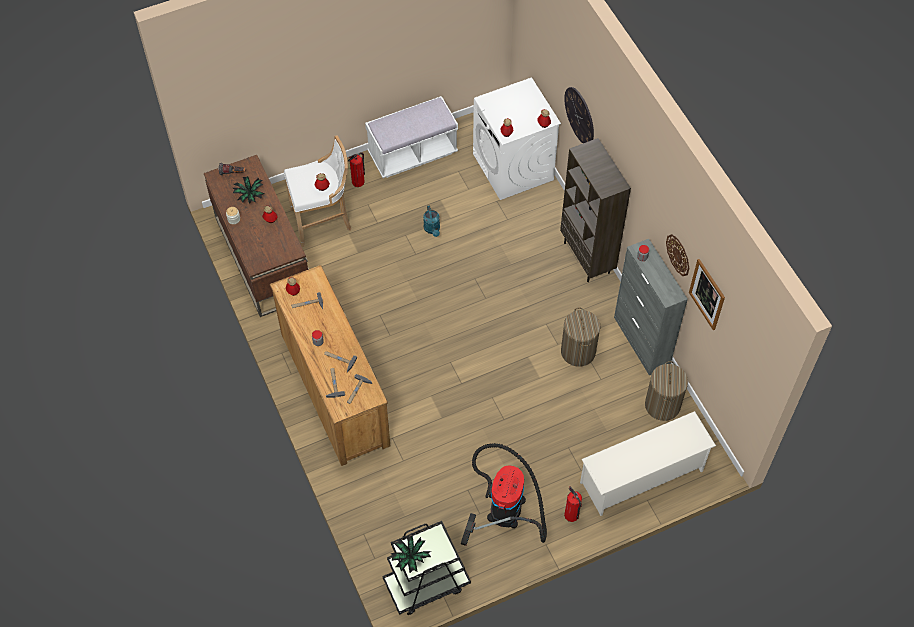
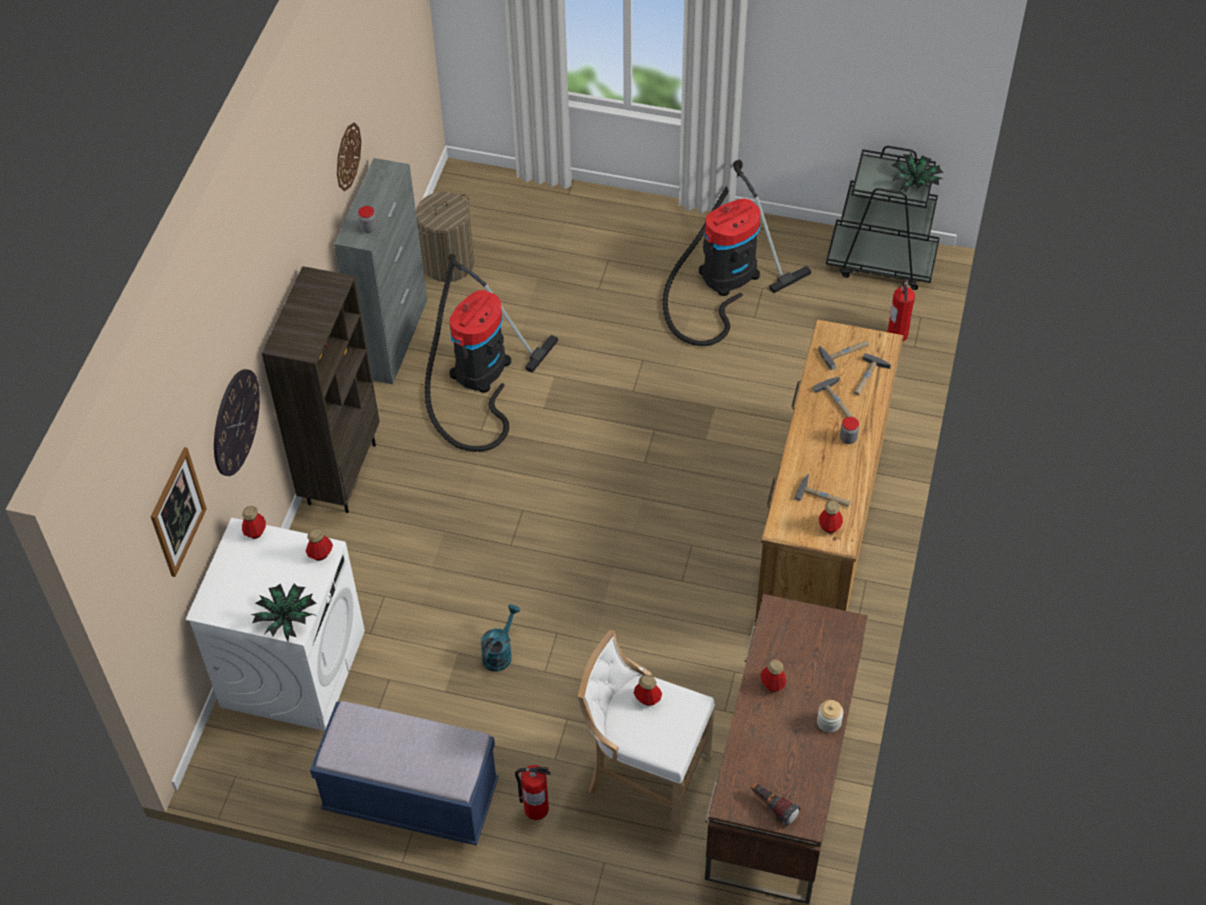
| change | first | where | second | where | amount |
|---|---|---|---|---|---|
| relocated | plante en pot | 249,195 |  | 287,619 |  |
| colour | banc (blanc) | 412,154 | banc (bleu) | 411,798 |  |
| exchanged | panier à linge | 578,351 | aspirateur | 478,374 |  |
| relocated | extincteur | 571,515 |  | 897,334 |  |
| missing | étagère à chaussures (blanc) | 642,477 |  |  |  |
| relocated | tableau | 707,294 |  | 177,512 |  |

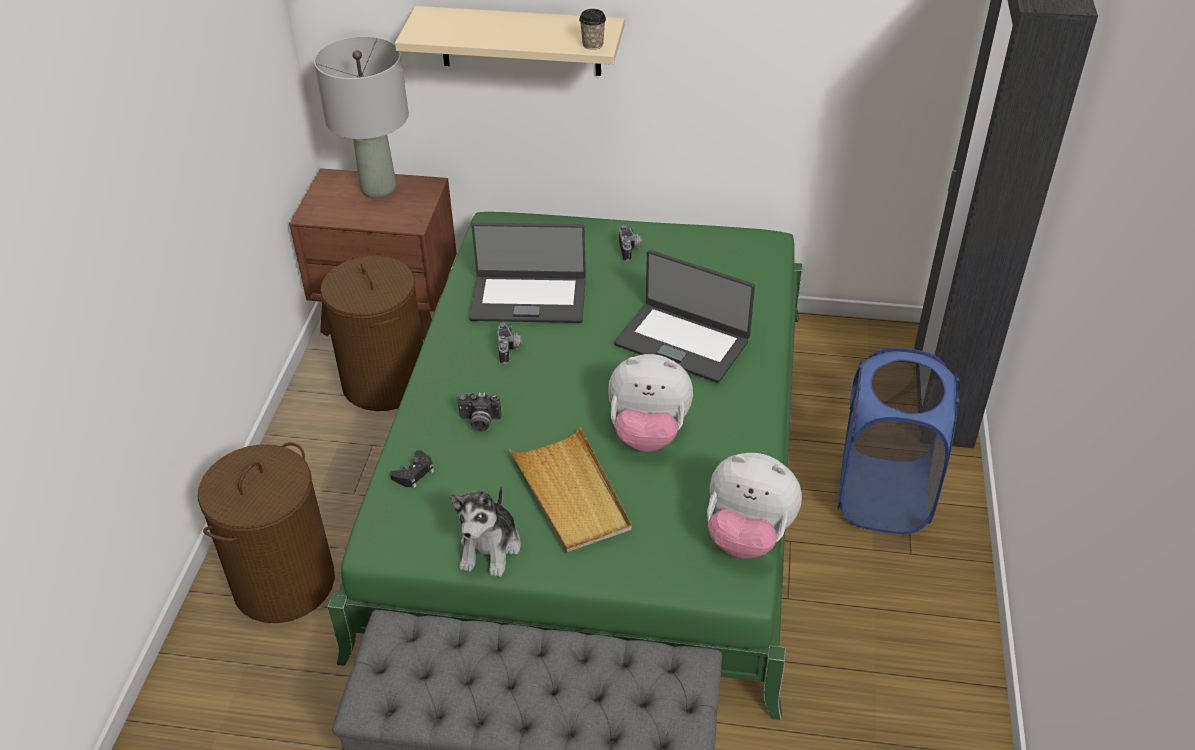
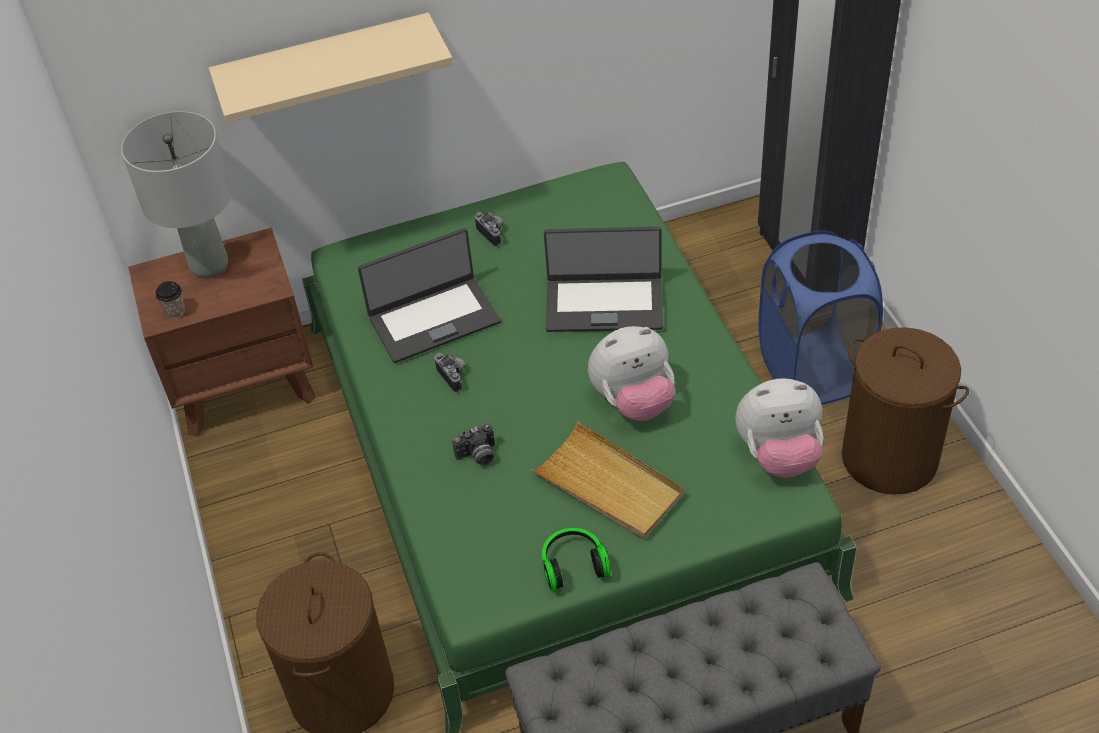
| change | first | where | second | where | amount |
|---|---|---|---|---|---|
| relocated | panier à linge (marron) | 385,382 |  | 890,458 |  |
| missing | manette (noir) | 414,473 |  |  |  |
| exchanged | peluche | 490,547 | casque audio | 573,565 |  |
| relocated | tasse | 593,45 |  | 175,312 |  |

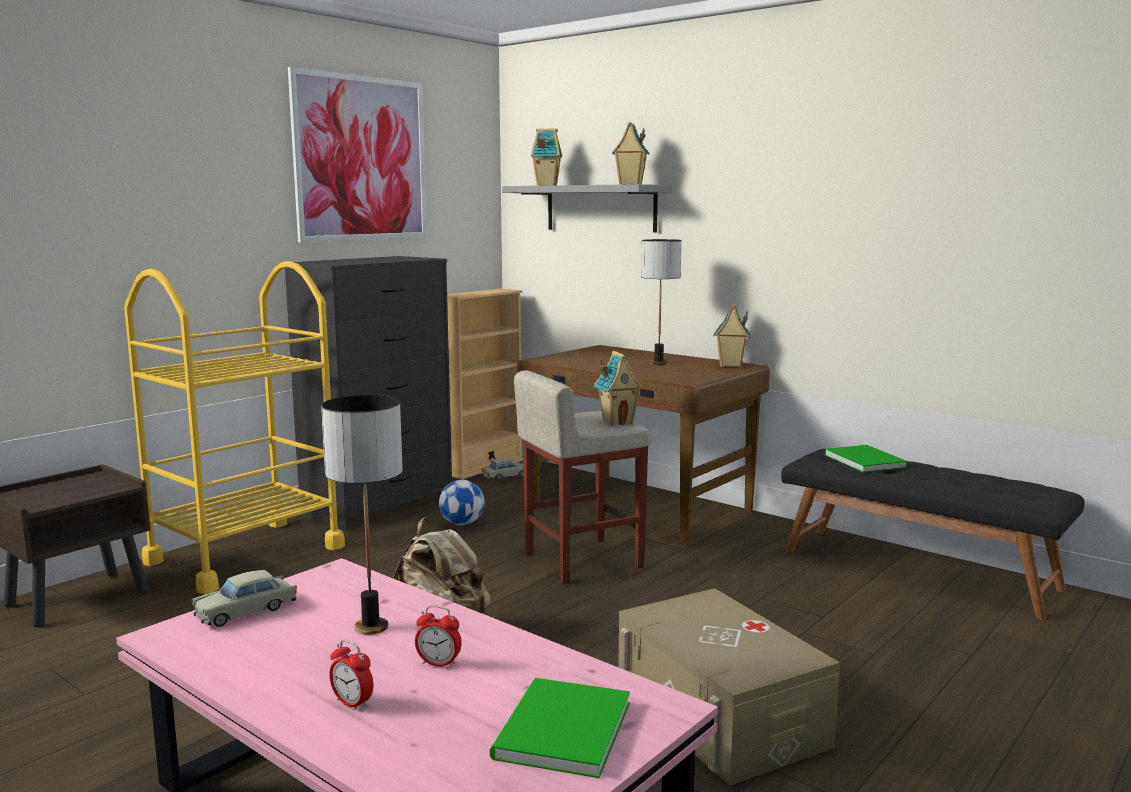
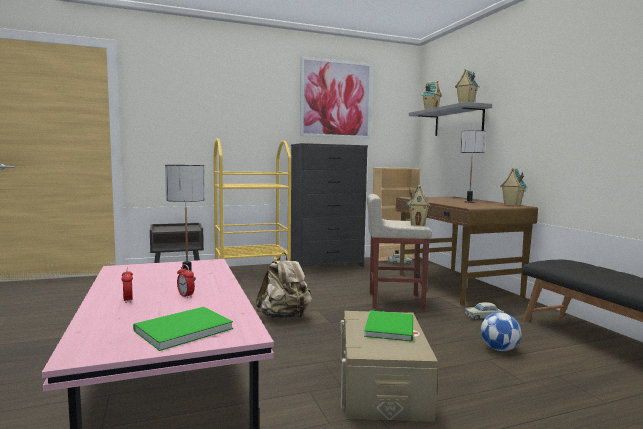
| change | first | where | second | where | amount |
|---|---|---|---|---|---|
| relocated | petite voiture (beige) | 246,611 |  | 483,317 |  |
| relocated | ballon de foot | 462,523 |  | 499,349 |  |
| relocated | livre (vert) | 865,460 |  | 391,327 |  |

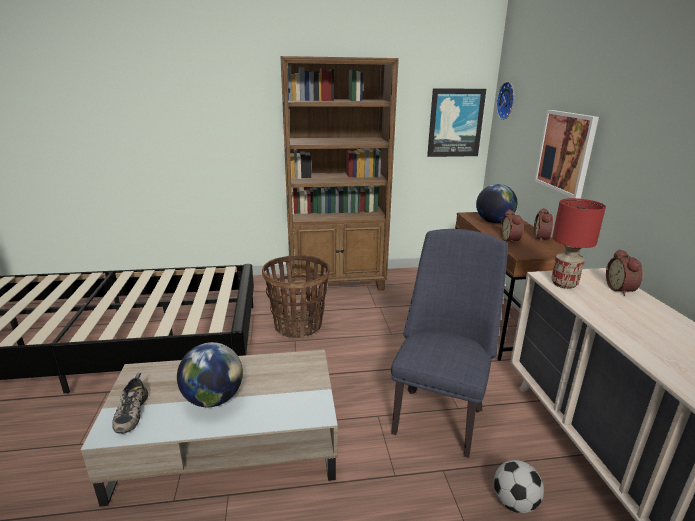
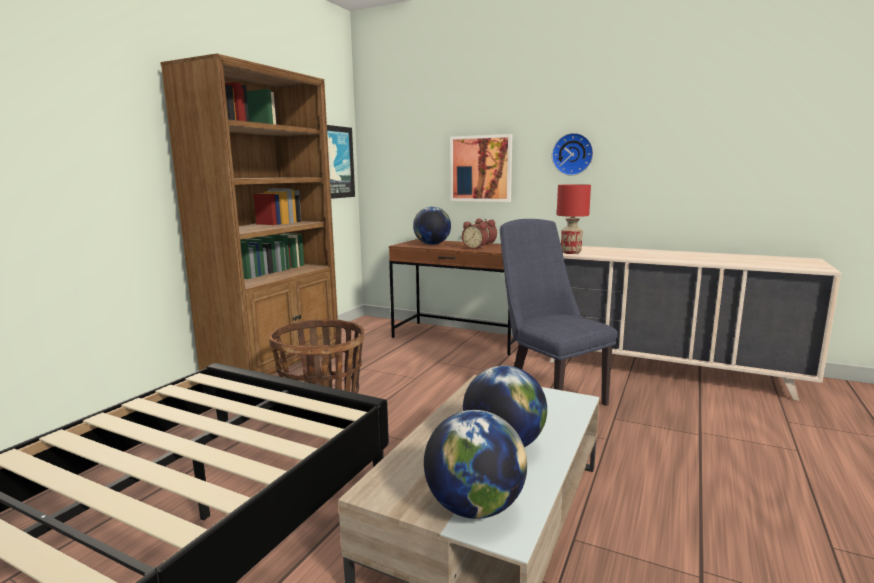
| change | first | where | second | where | amount |
|---|---|---|---|---|---|
| exchanged | chaussure | 130,411 | globe | 474,507 |  |
| missing | ballon de foot | 514,503 |  |  |  |
| relocated | horloge murale | 508,100 |  | 572,154 |  |
| missing | réveil | 621,289 |  |  |  |

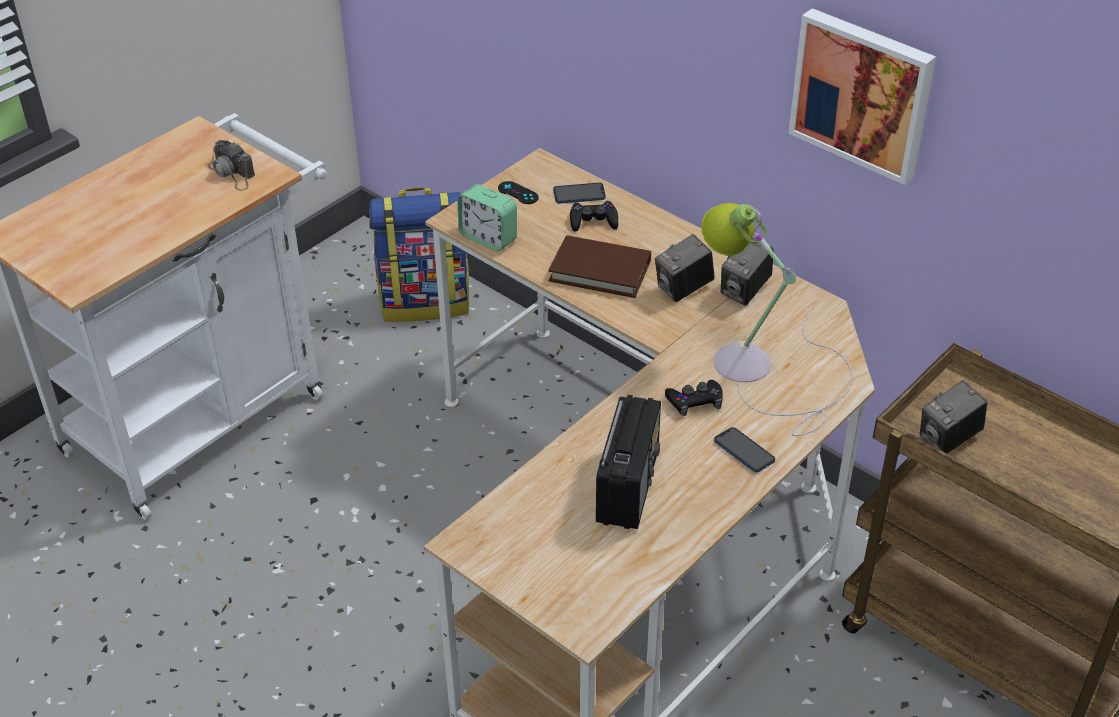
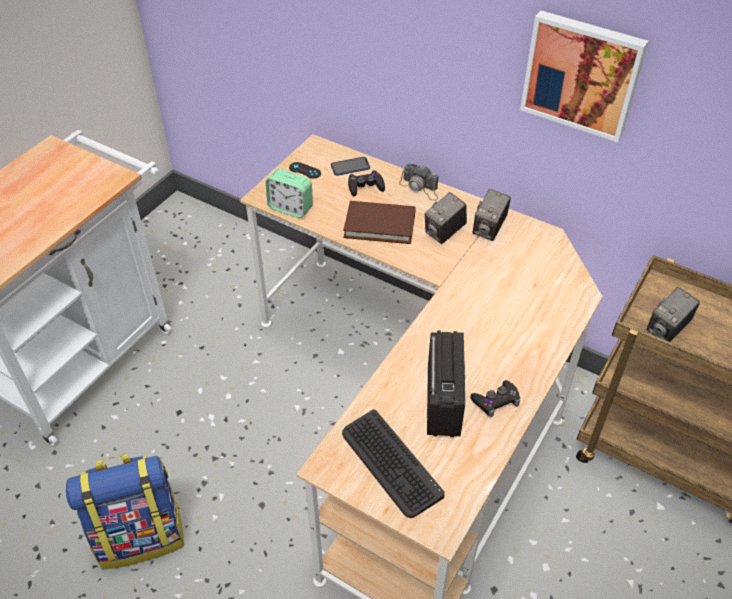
| change | first | where | second | where | amount |
|---|---|---|---|---|---|
| relocated | appareil photo | 232,173 |  | 420,188 |  |
| relocated | sac à dos | 425,301 |  | 141,536 |  |
| relocated | manette (noir) | 694,401 |  | 496,401 |  |
| missing | lampe de table | 765,369 |  |  |  |
| missing | téléphone | 744,451 |  |  |  |
| appeared |  |  | clavier | 390,463 |  |

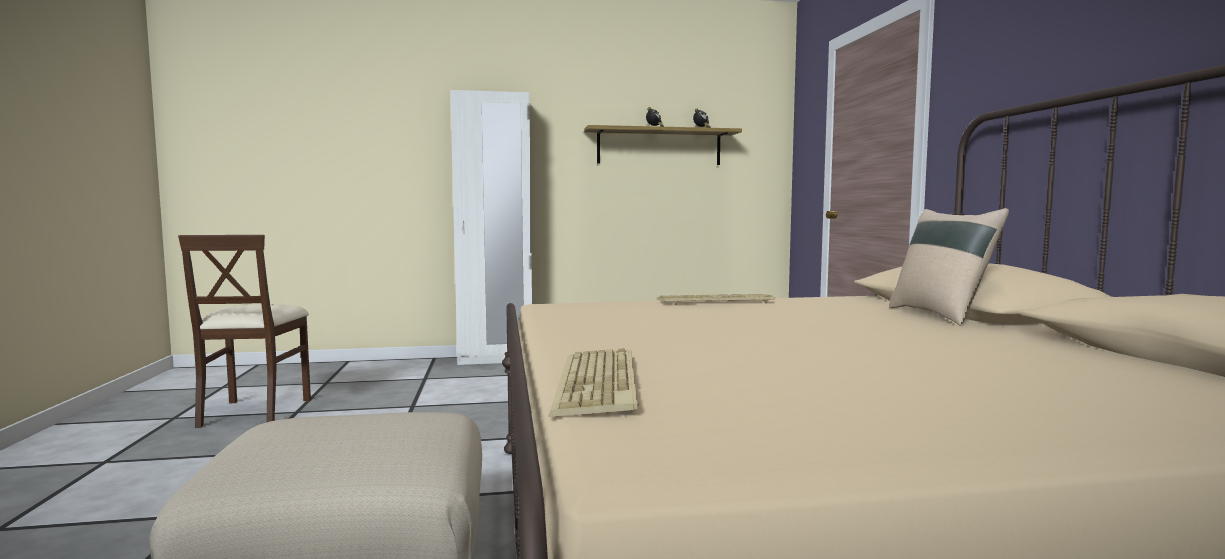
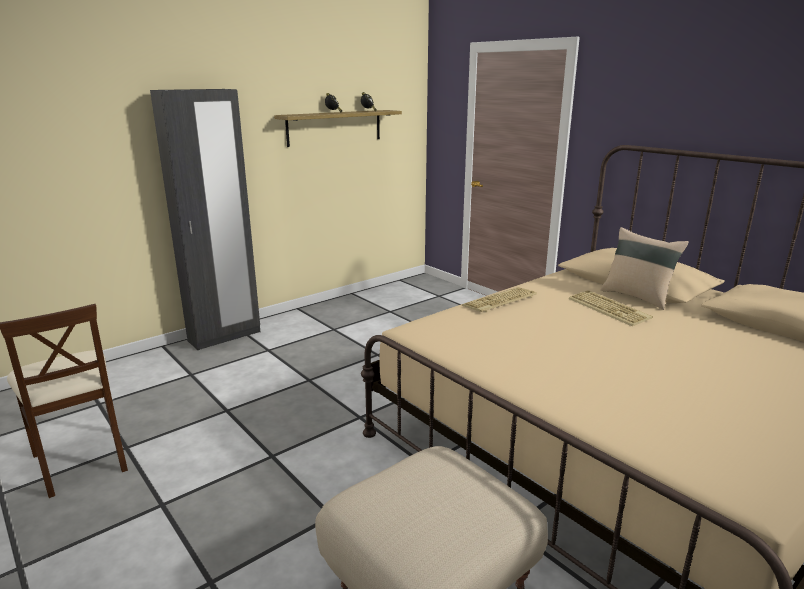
| change | first | where | second | where | amount |
|---|---|---|---|---|---|
| colour | armoire (blanc) | 495,360 | armoire (noir) | 225,336 |  |
| relocated | clavier | 600,384 |  | 610,309 |  |

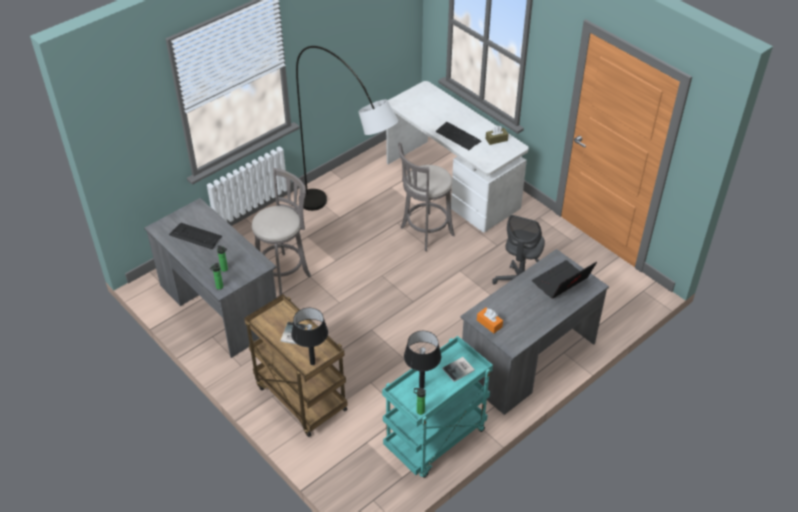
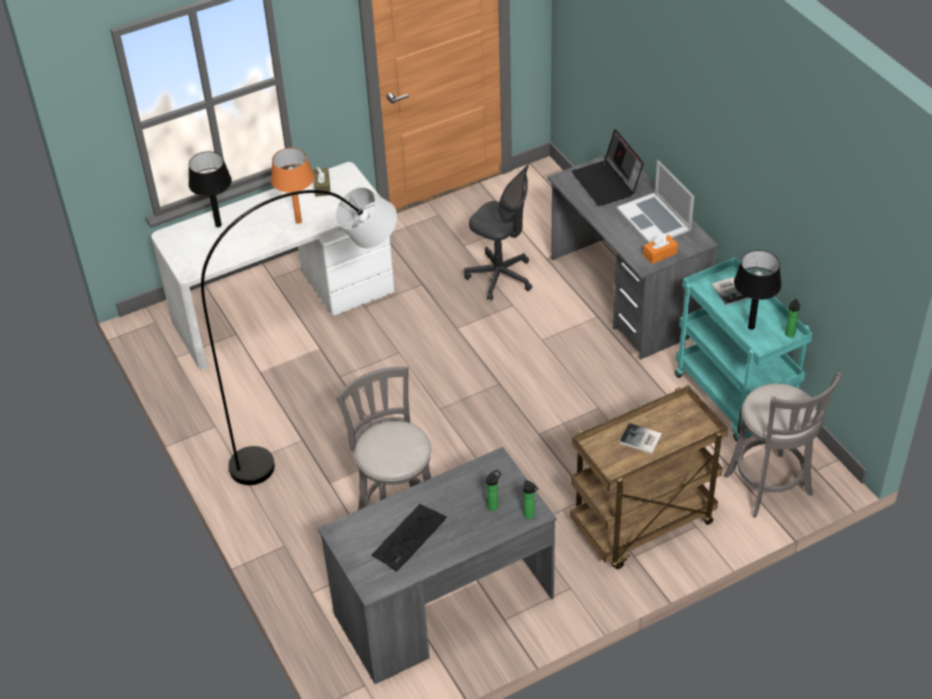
| change | first | where | second | where | amount |
|---|---|---|---|---|---|
| relocated | lampe de table (noir) | 313,363 |  | 218,225 |  |
| relocated | tabouret (gris) | 425,232 |  | 770,488 |  |
| exchanged | clavier | 458,136 | lampe de table (orange) | 299,221 |  |
| appeared |  |  | ordinateur portable | 654,219 |  |

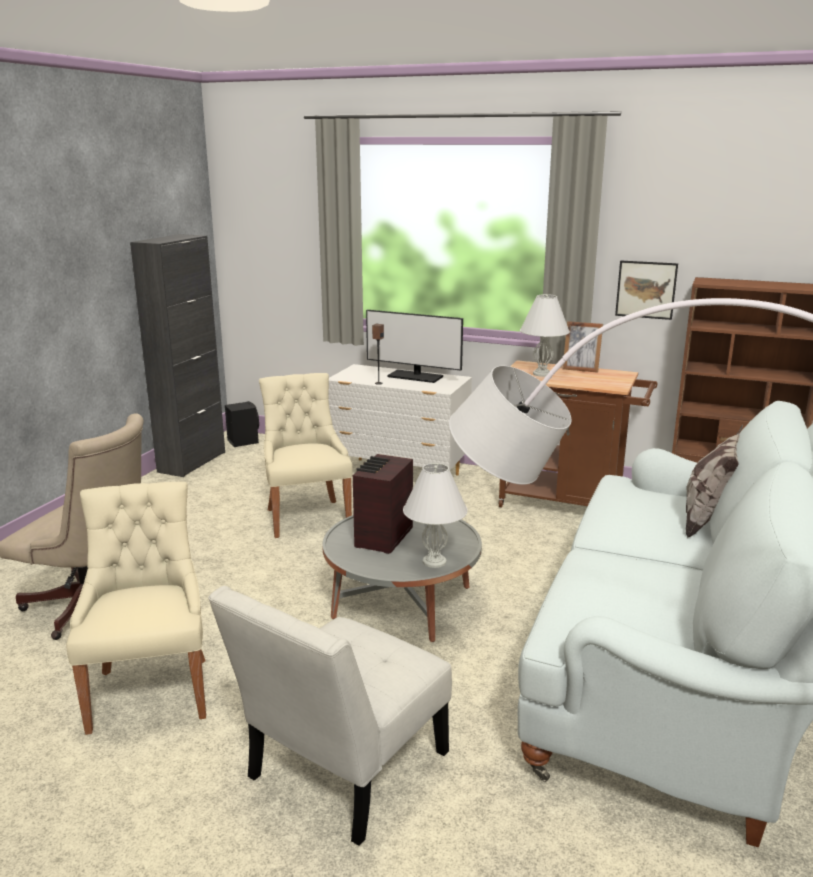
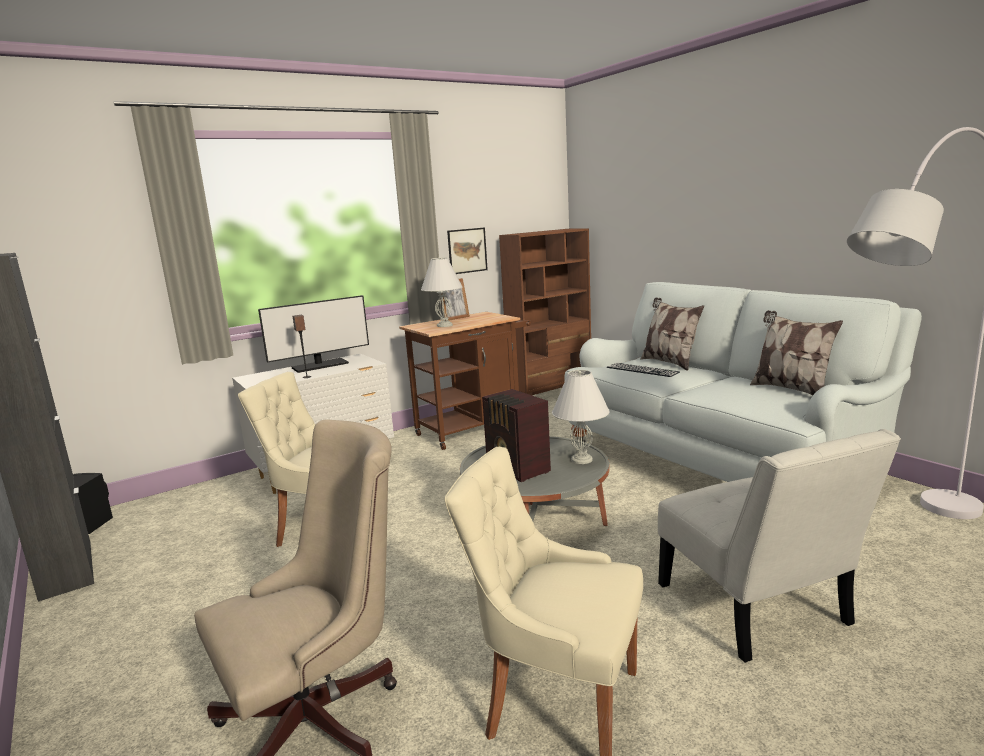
| change | first | where | second | where | amount |
|---|---|---|---|---|---|
| appeared |  |  | clavier | 642,370 |  |
| appeared |  |  | coussin | 790,389 |  |

